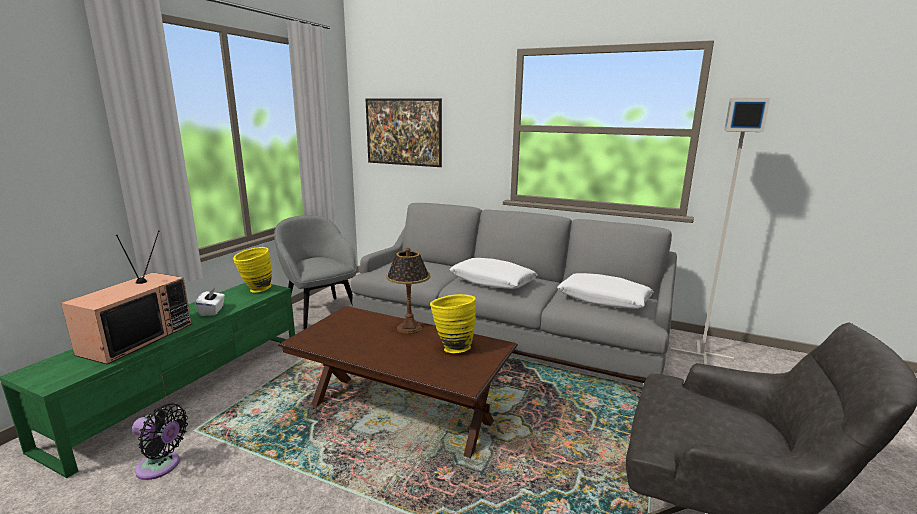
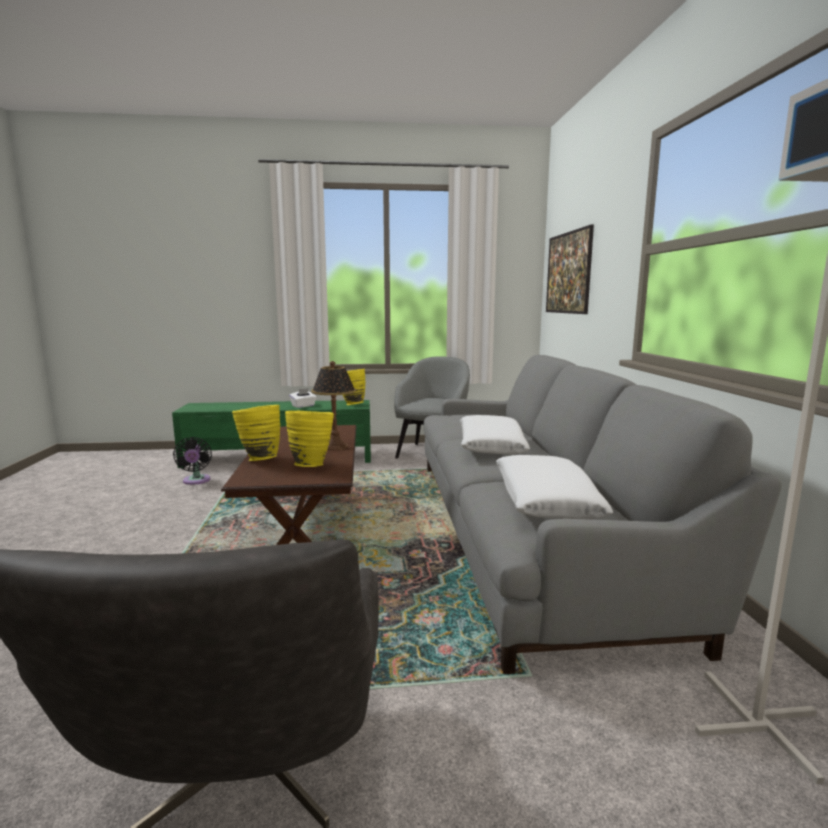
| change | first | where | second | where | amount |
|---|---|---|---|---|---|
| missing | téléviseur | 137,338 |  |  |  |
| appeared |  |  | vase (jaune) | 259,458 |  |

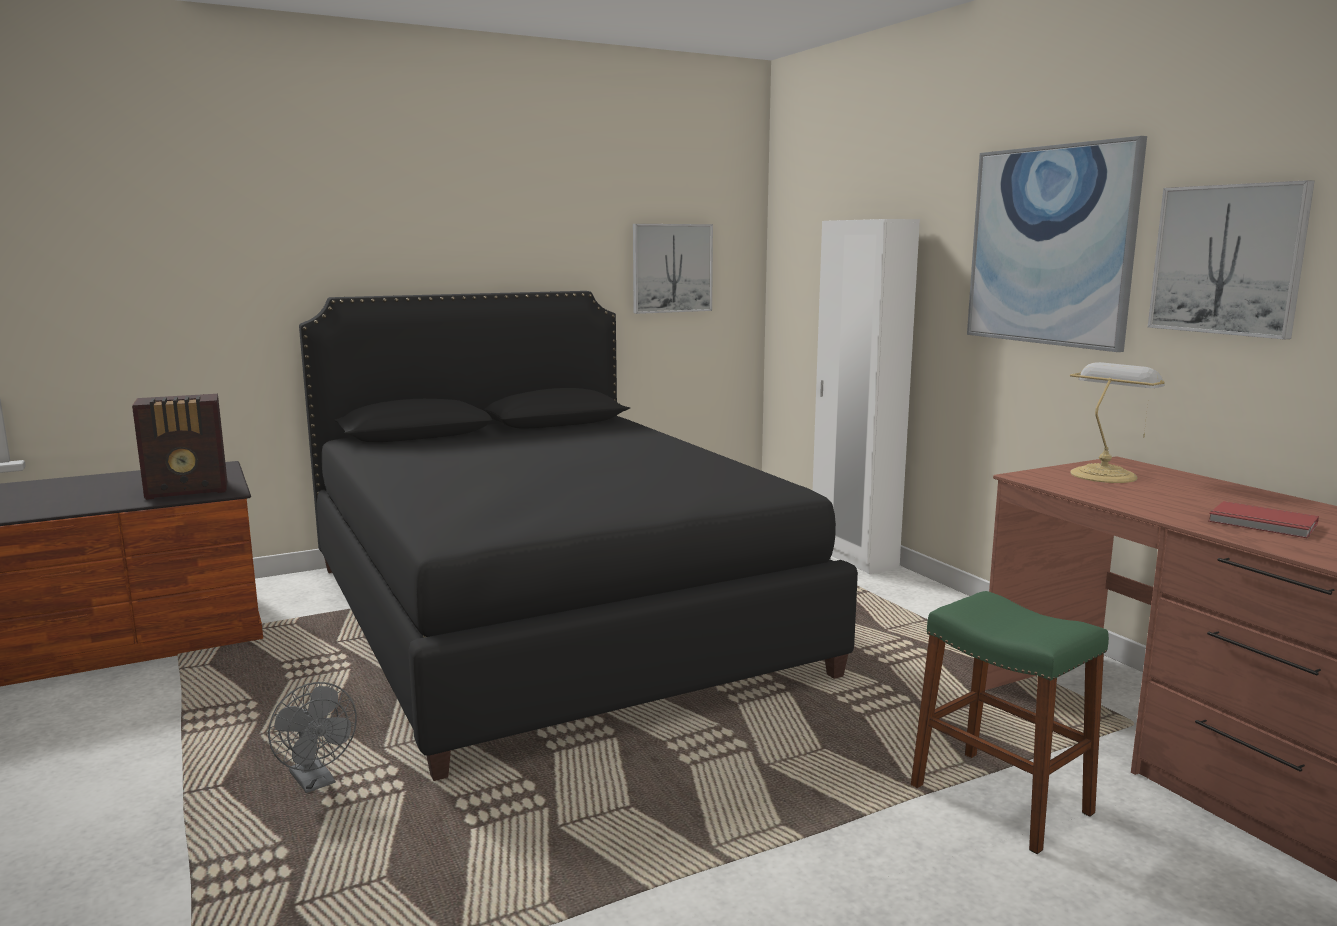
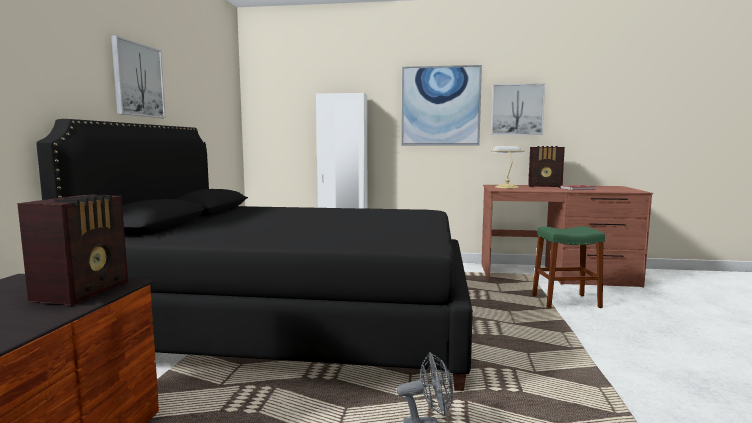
| change | first | where | second | where | amount |
|---|---|---|---|---|---|
| relocated | tableau | 672,268 |  | 138,80 |  |
| appeared |  |  | radio | 545,186 |  |

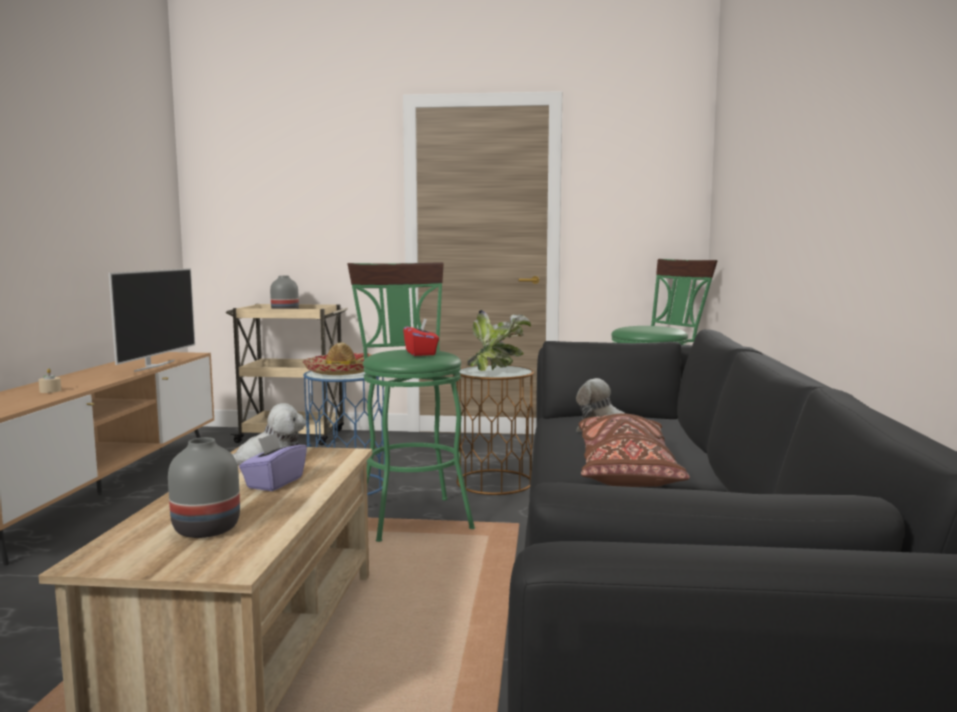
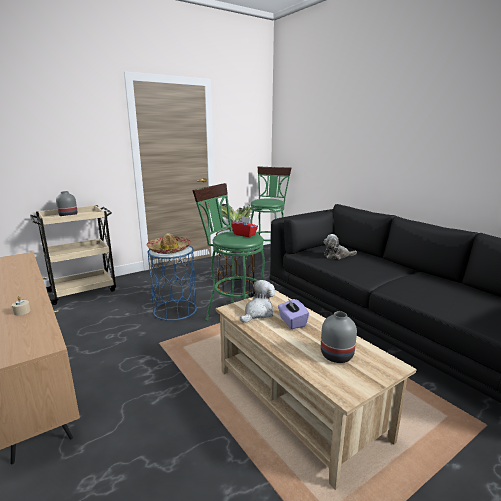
| change | first | where | second | where | amount |
|---|---|---|---|---|---|
| missing | téléviseur | 154,366 |  |  |  |
| missing | coussin (marron) | 625,470 |  |  |  |

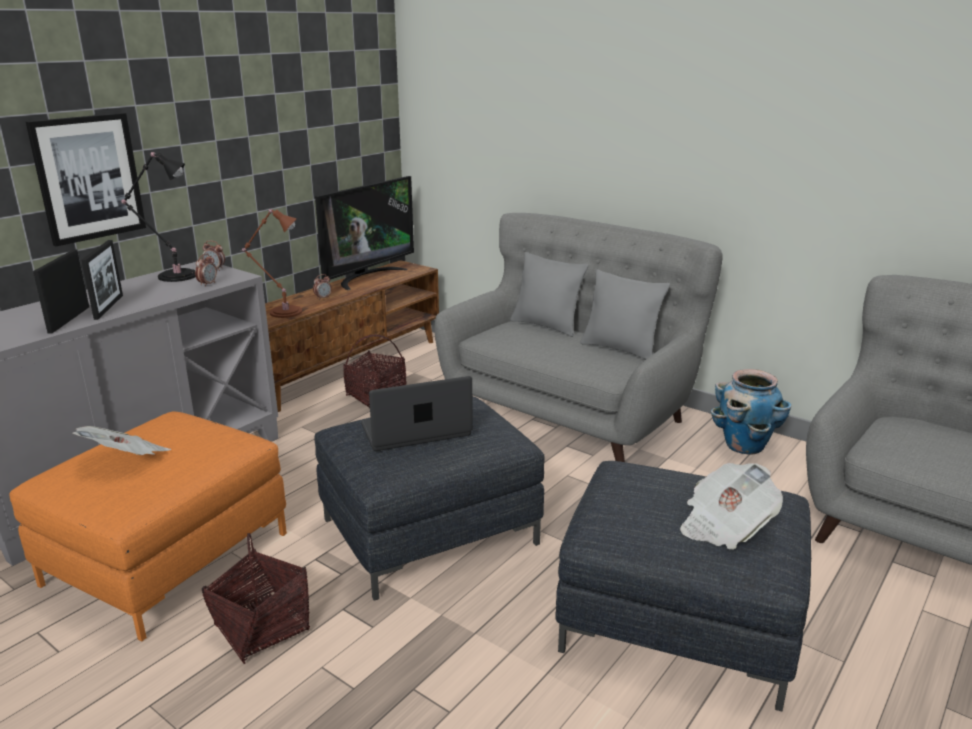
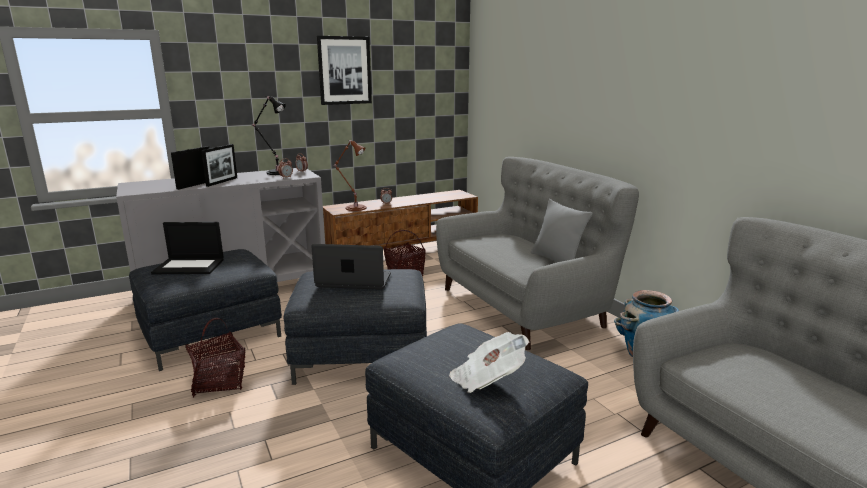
| change | first | where | second | where | amount |
|---|---|---|---|---|---|
| colour | pouf (orange) | 168,558 | pouf (gris) | 211,333 |  |
| relocated | tableau | 88,178 |  | 344,70 |  |
| exchanged | journal | 127,460 | ordinateur portable | 190,266 |  |
| missing | téléviseur | 367,277 |  |  |  |
| missing | coussin (gris) | 546,326 |  |  |  |

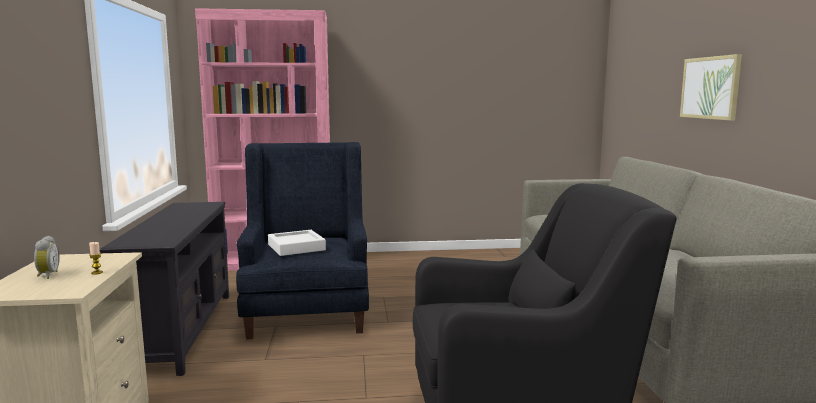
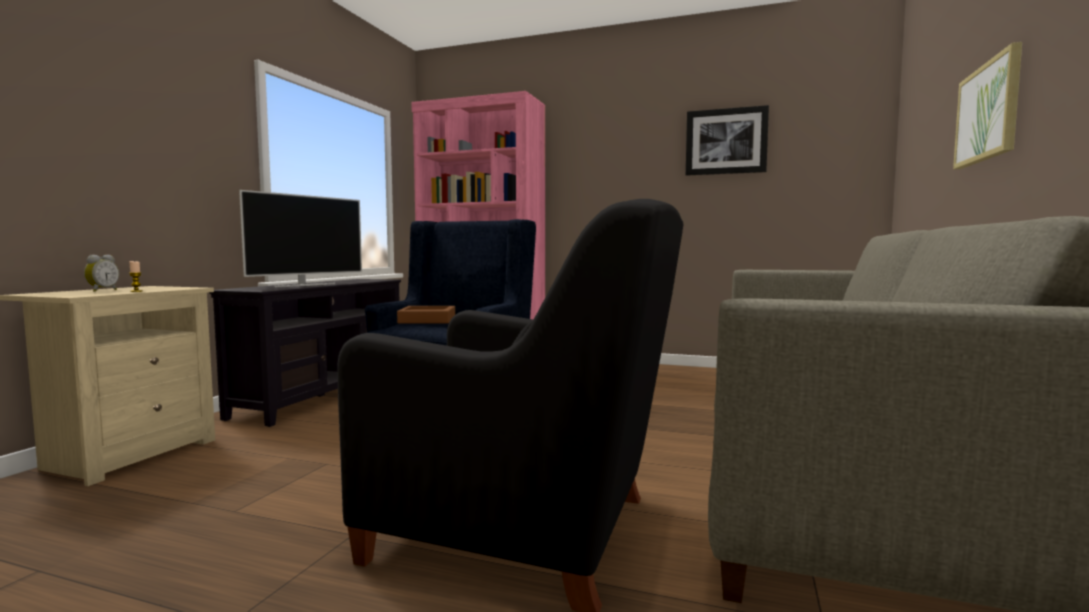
| change | first | where | second | where | amount |
|---|---|---|---|---|---|
| colour | plateau (blanc) | 296,247 | plateau (marron) | 427,320 |  |
| appeared |  |  | téléviseur | 305,285 |  |
| appeared |  |  | tableau | 726,141 |  |

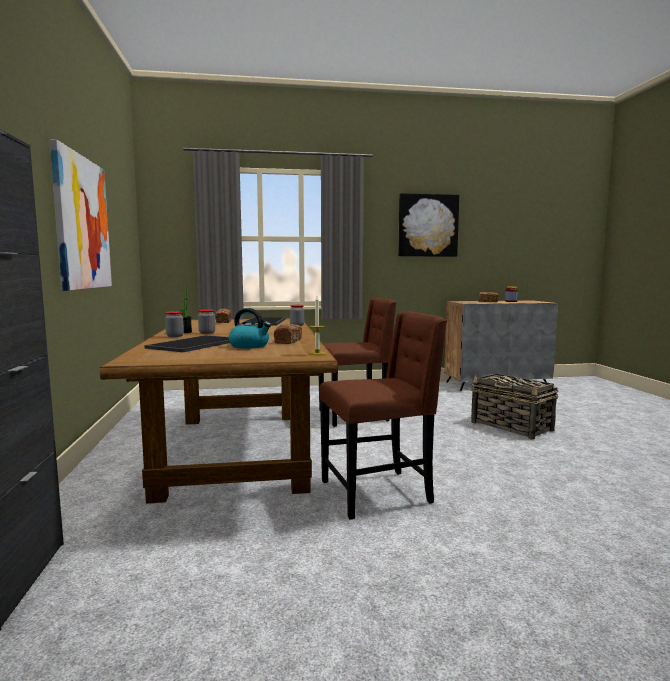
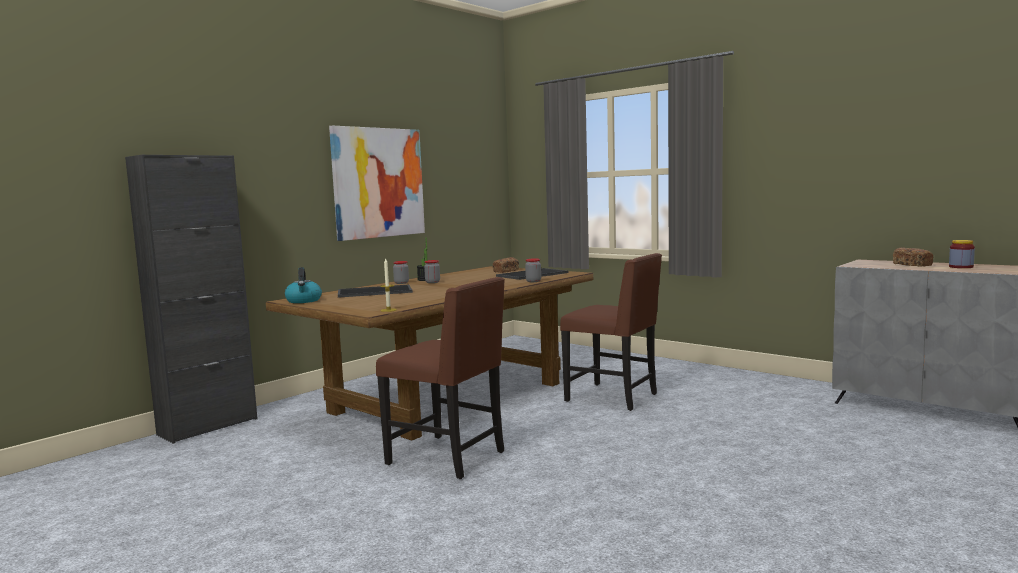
| change | first | where | second | where | amount |
|---|---|---|---|---|---|
| relocated | bouilloire | 250,346 |  | 304,301 |  |
| missing | pain | 288,341 |  |  |  |
| missing | tableau | 428,225 |  |  |  |
| missing | panier | 512,426 |  |  |  |

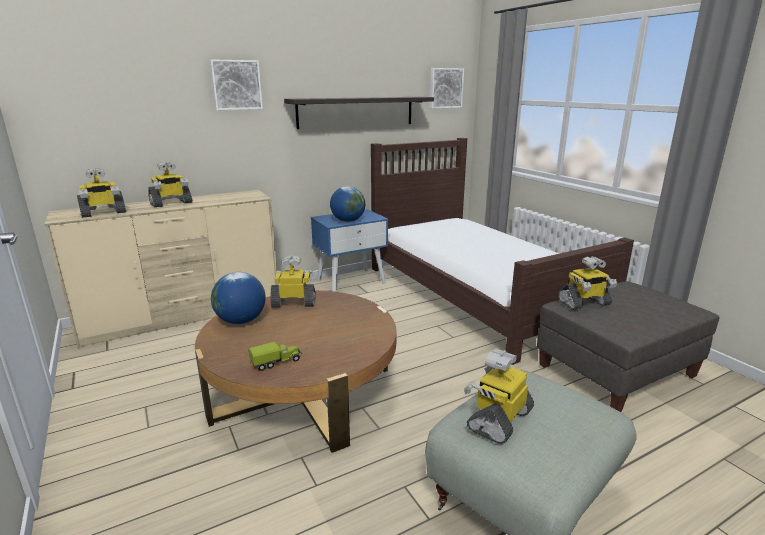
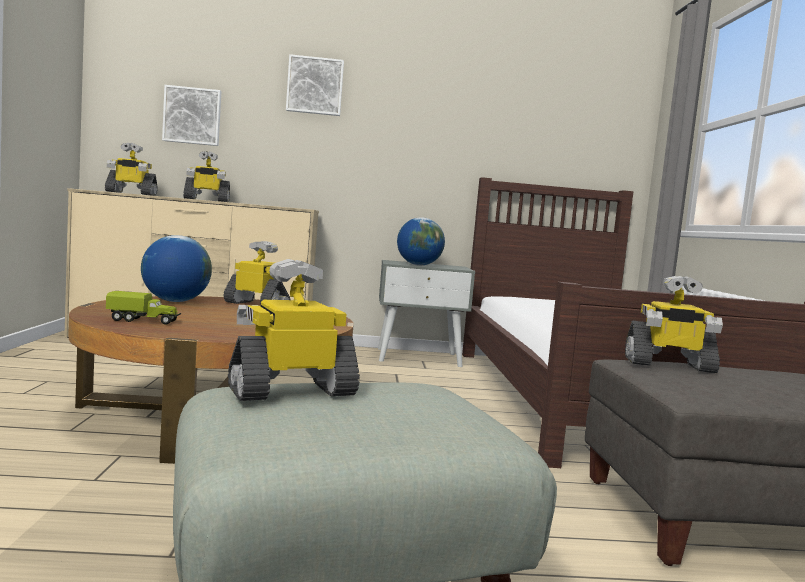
| change | first | where | second | where | amount |
|---|---|---|---|---|---|
| missing | étagère | 356,112 |  |  |  |
| colour | table de chevet (bleu) | 351,281 | table de chevet (gris) | 419,357 |  |
| relocated | tableau | 445,88 |  | 192,116 |  |

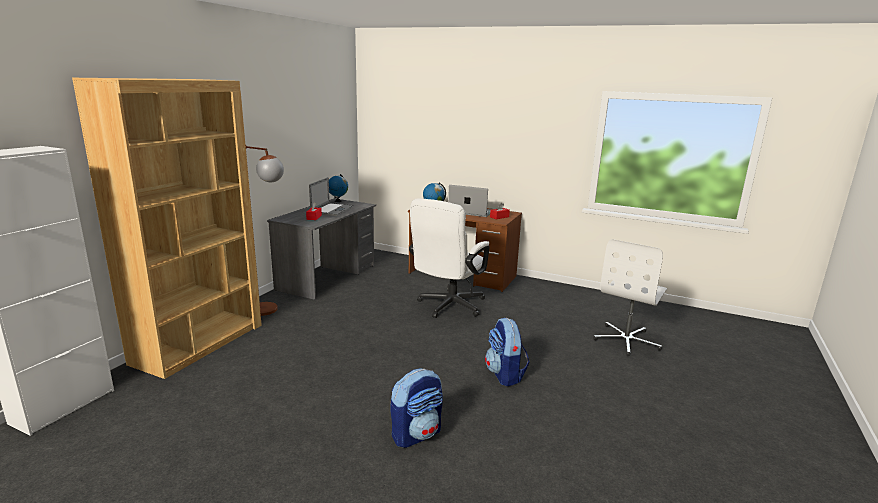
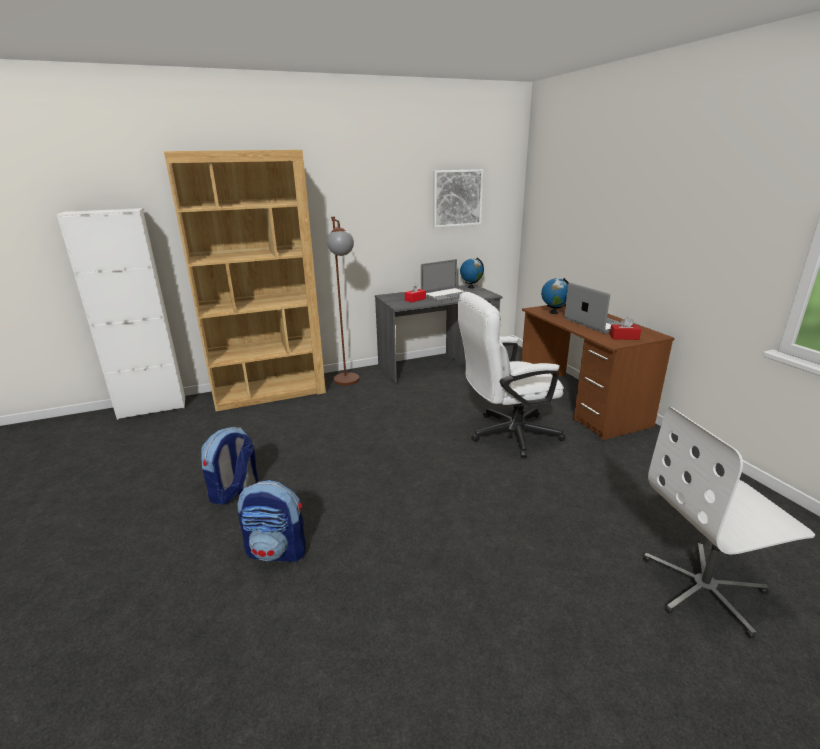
| change | first | where | second | where | amount |
|---|---|---|---|---|---|
| relocated | sac à dos | 505,375 |  | 234,491 |  |
| appeared |  |  | tableau | 457,198 |  |

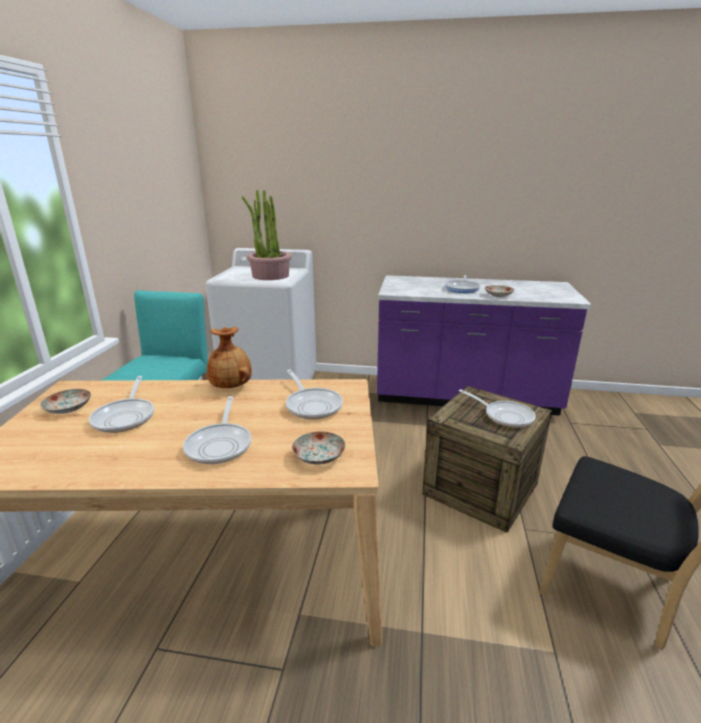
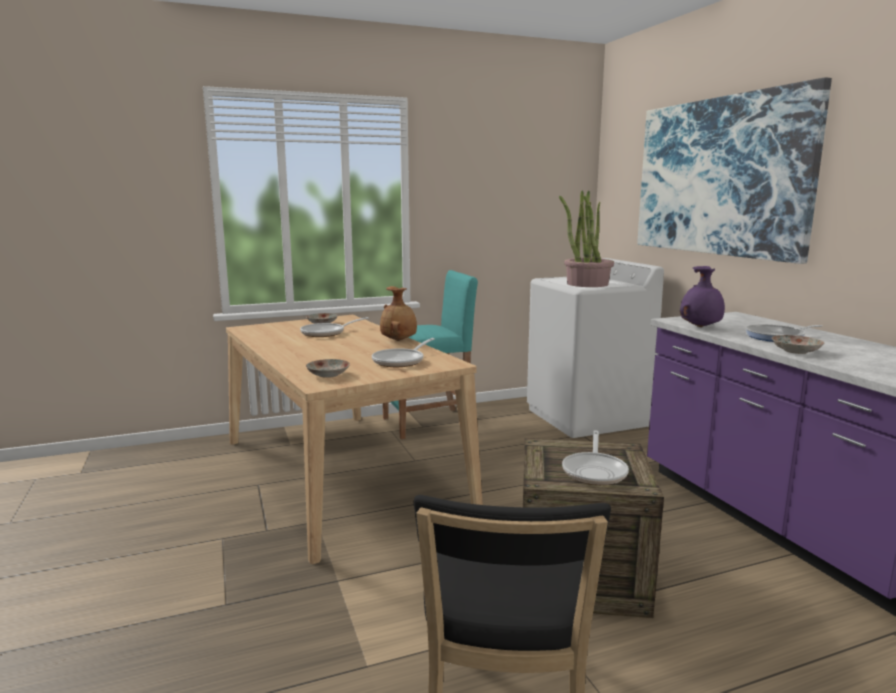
| change | first | where | second | where | amount |
|---|---|---|---|---|---|
| missing | poêle | 220,444 |  |  |  |
| appeared |  |  | tableau | 719,177 |  |
| appeared |  |  | vase (violet) | 701,327 |  |

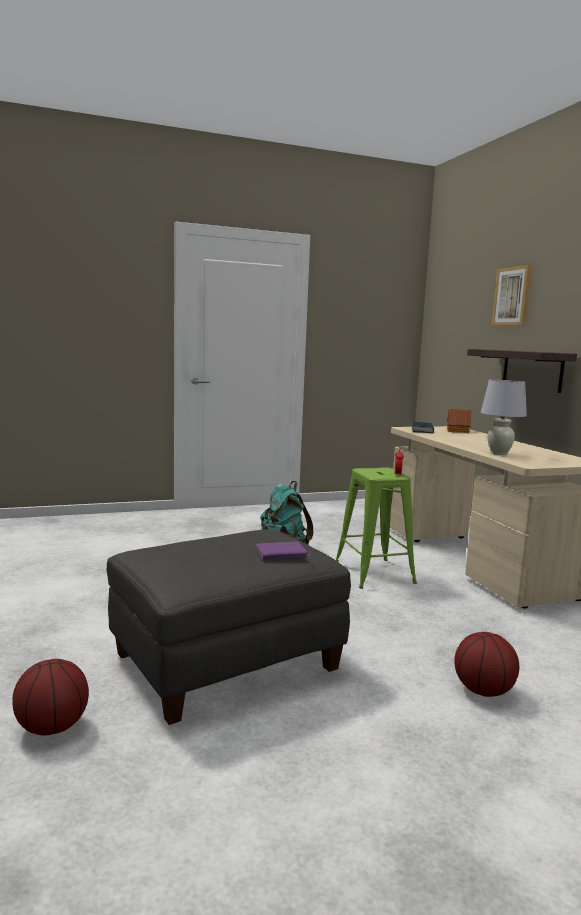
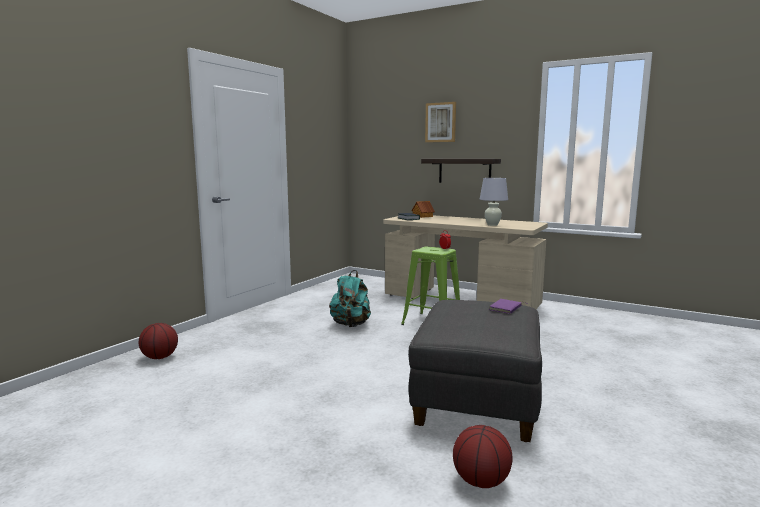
| change | first | where | second | where | amount |
|---|---|---|---|---|---|
| relocated | ballon de basket | 484,691 |  | 160,357 |  |

